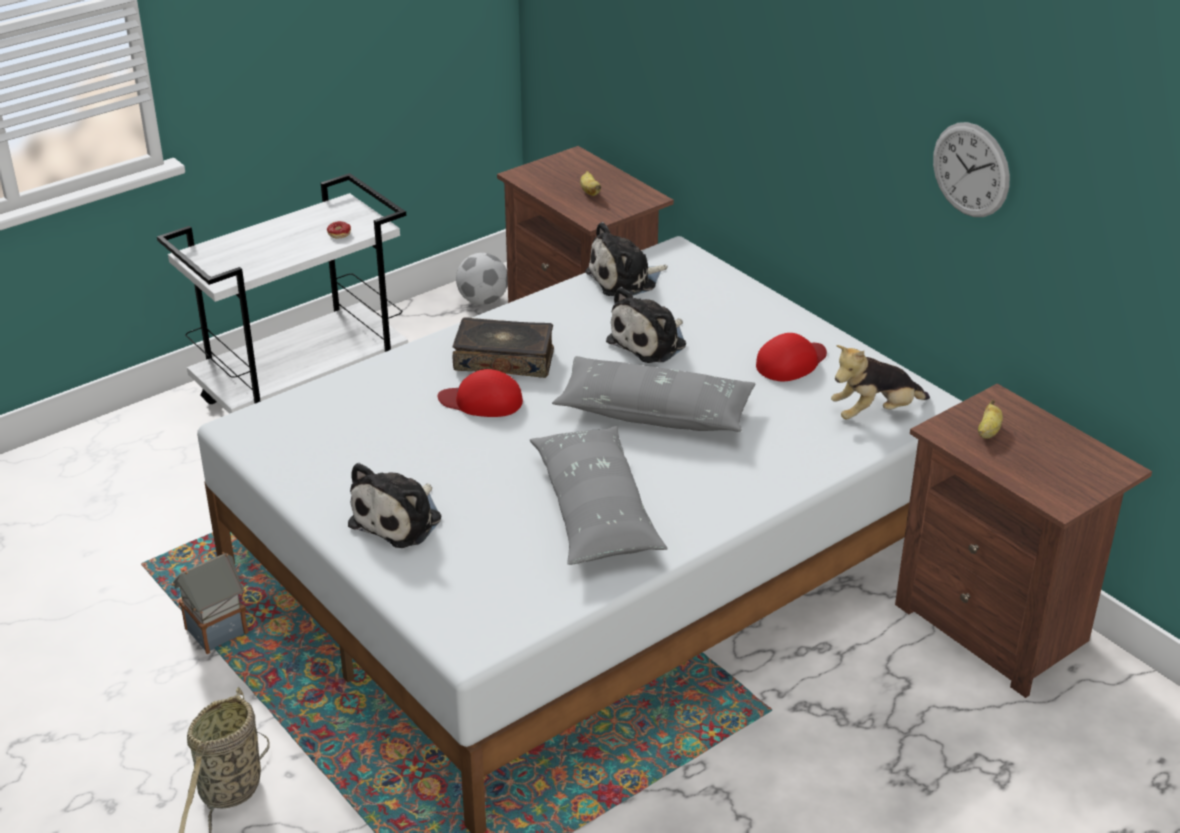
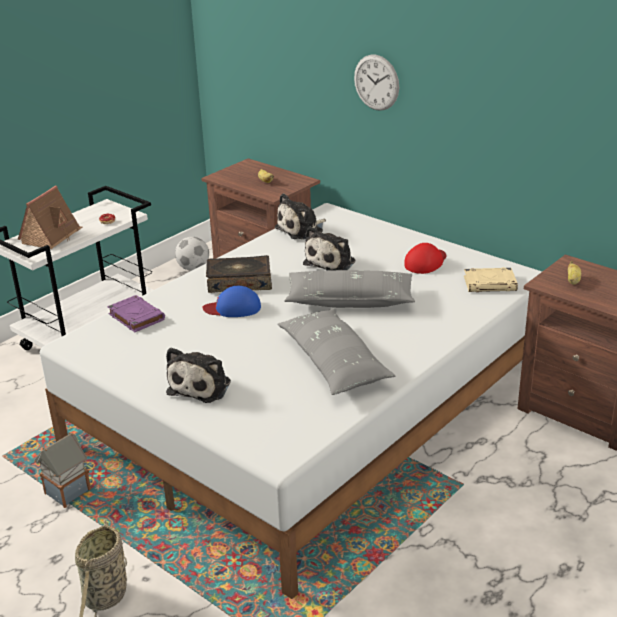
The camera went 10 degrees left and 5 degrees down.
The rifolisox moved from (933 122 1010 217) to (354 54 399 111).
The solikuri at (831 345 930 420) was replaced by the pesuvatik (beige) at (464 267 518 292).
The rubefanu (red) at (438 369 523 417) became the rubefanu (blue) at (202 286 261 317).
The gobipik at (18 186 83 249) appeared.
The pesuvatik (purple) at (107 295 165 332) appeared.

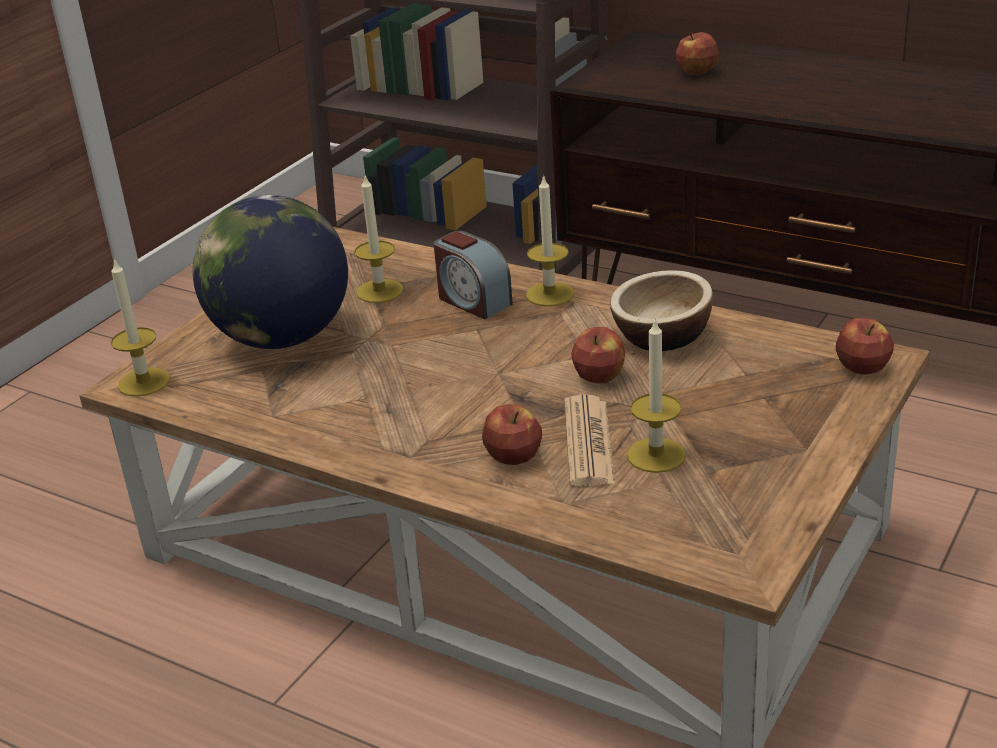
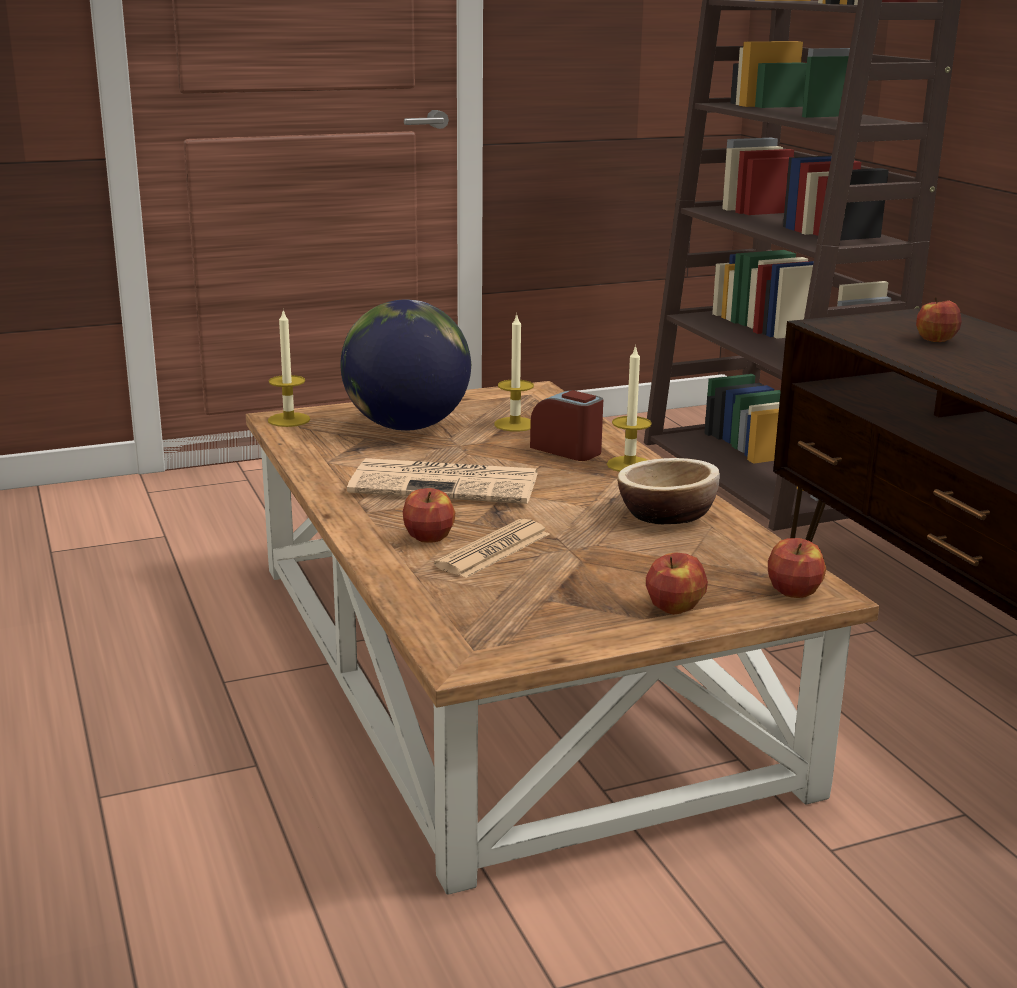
The camera went 35 degrees right and 10 degrees down.
The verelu at (433 231 513 319) turned 135 degrees clockwise.
The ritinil at (627 317 686 473) disappeared.
The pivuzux moved from (571 327 625 384) to (646 552 708 615).
The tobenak at (347 458 538 504) appeared.

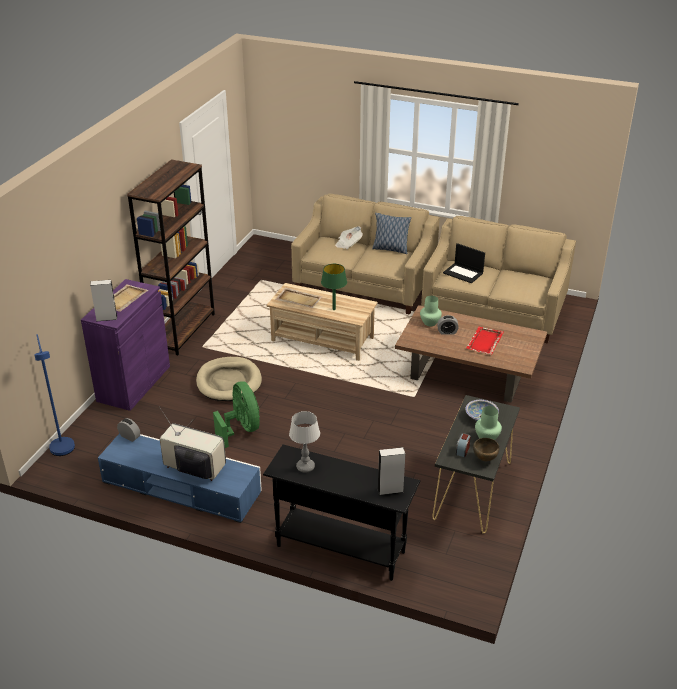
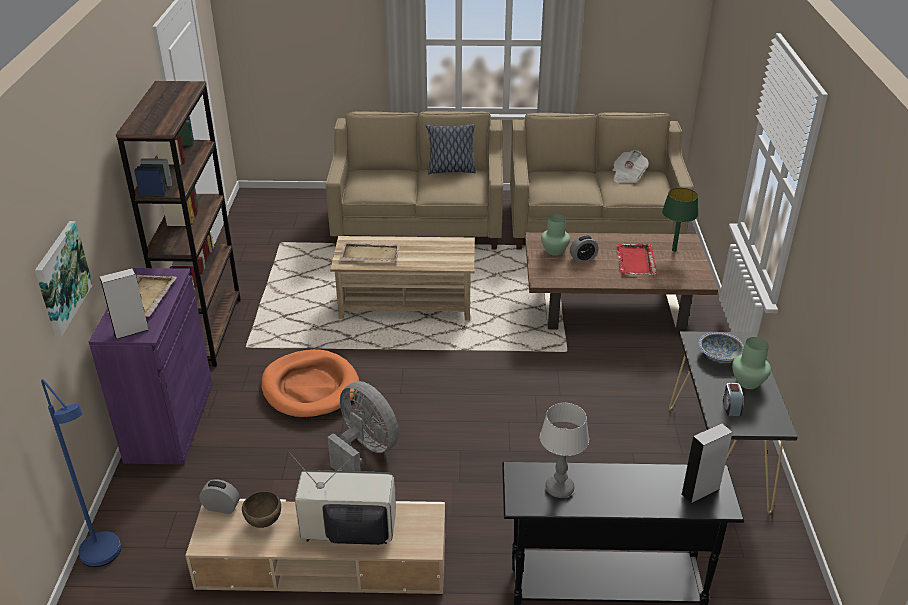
The camera went 20 degrees left and 0 degrees up.
The tobenak moved from (335 226 363 249) to (613 150 649 183).
The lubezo at (443 243 485 283) disappeared.
The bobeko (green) moved from (321 264 347 310) to (662 188 698 252).
The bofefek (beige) at (196 357 262 401) became the bofefek (orange) at (261 349 359 418).
The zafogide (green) at (213 381 260 448) became the zafogide (grey) at (327 381 399 471).
The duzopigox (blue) at (98 434 262 523) became the duzopigox (beige) at (185 499 445 595).
The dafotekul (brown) moved from (473 438 499 461) to (242 491 281 528).
The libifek at (35 221 93 337) appeared.

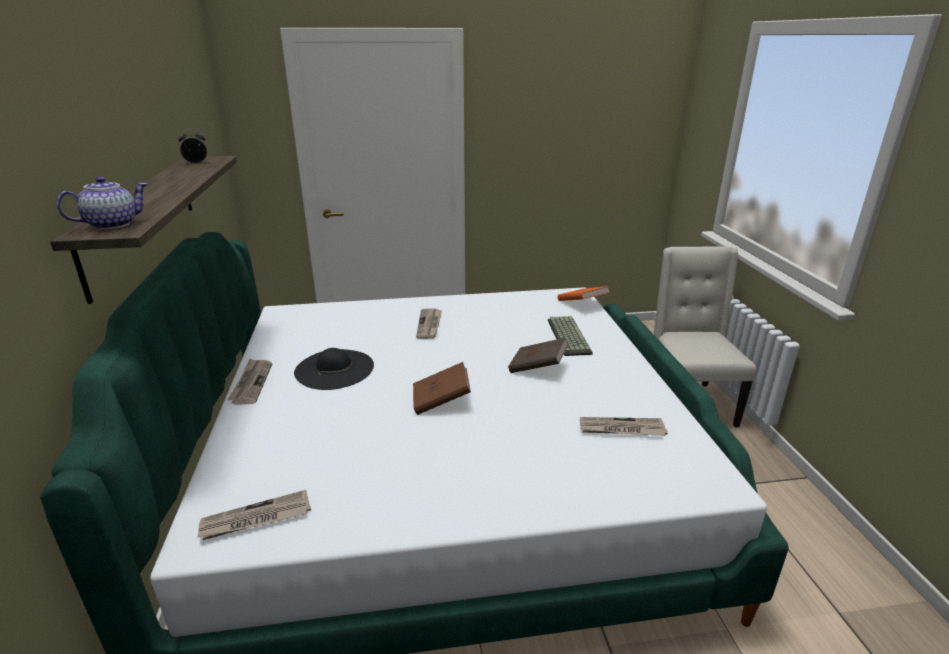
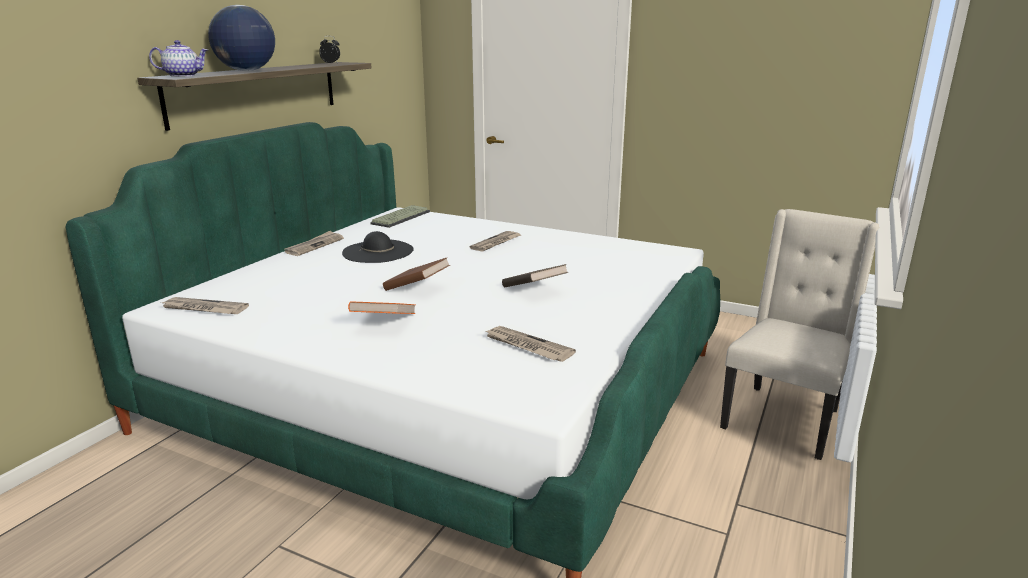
The camera went 35 degrees right and 5 degrees down.
The pesuvatik (orange) moved from (558 286 610 301) to (348 301 416 314).
The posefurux moved from (548 316 593 356) to (370 205 430 228).
The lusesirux at (208 5 275 71) appeared.

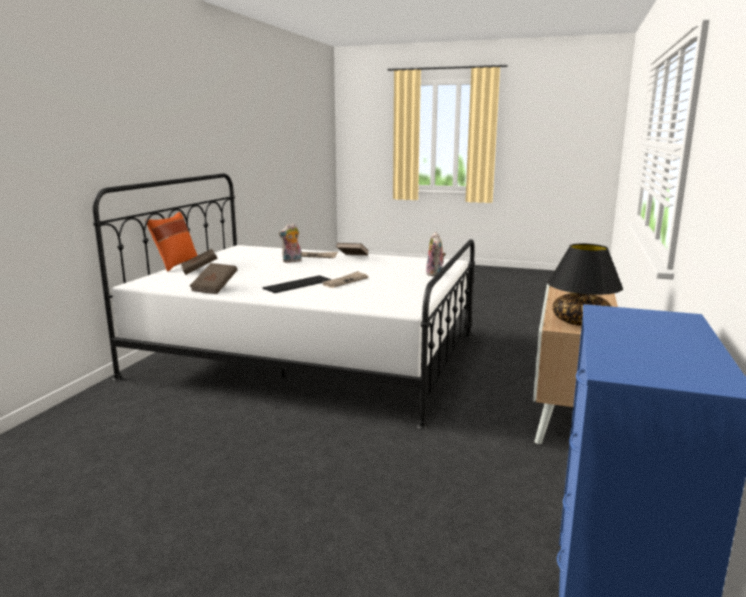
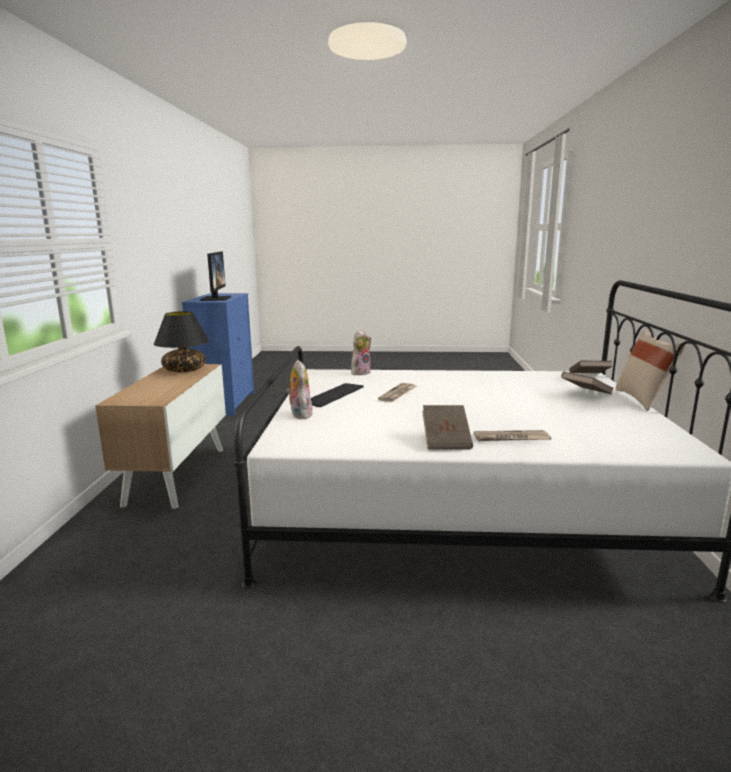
The camera went 165 degrees right and 0 degrees up.
The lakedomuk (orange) at (145 212 198 271) became the lakedomuk (beige) at (615 330 686 411).
The solikuri moved from (278 223 302 263) to (351 330 371 375).
The pesuvatik (brown) moved from (190 263 237 294) to (569 361 612 373).
The posefurux moved from (263 275 332 293) to (311 383 364 407).
The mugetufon at (200 252 231 301) appeared.

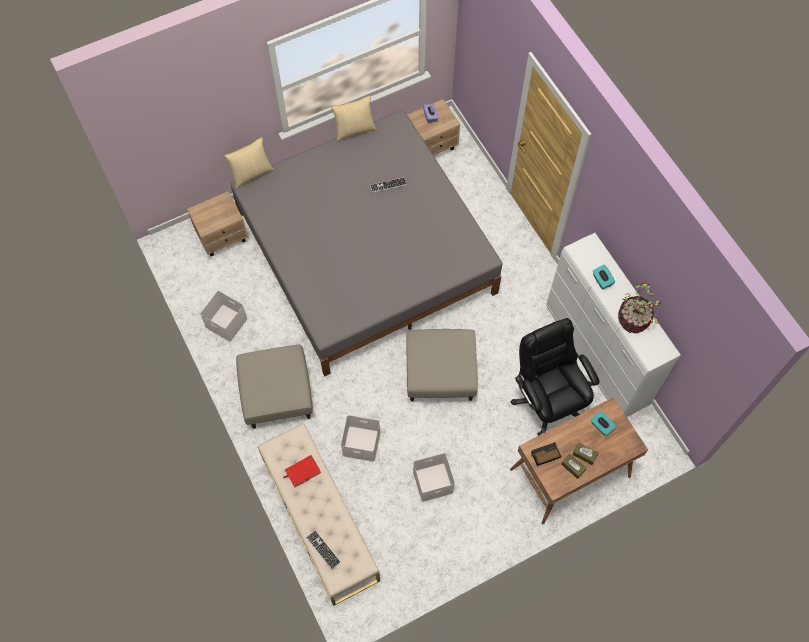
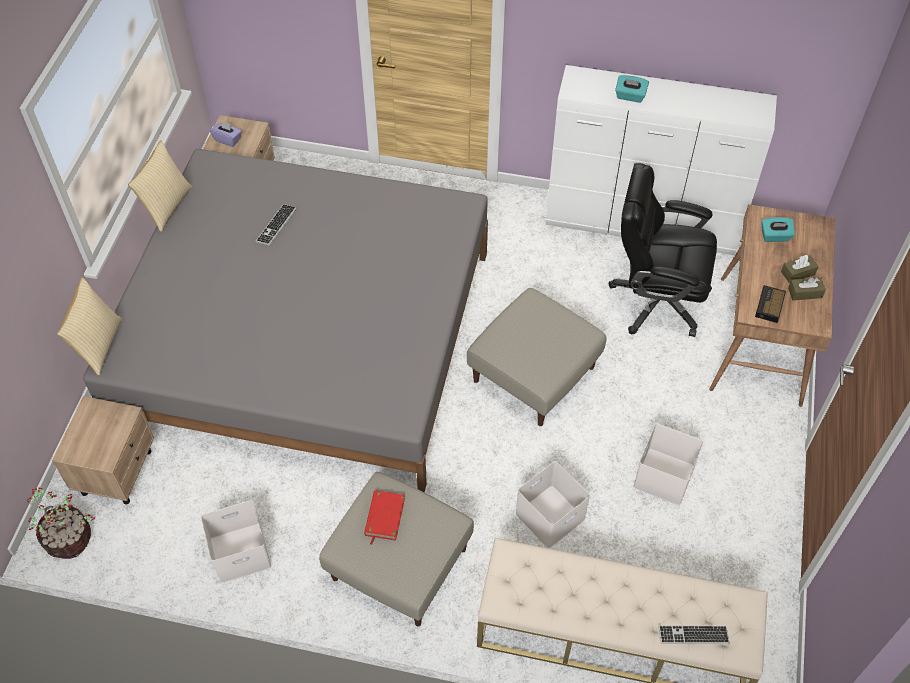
The camera went 50 degrees left and 10 degrees down.
The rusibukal moved from (618 281 662 333) to (27 487 95 559).
The pesuvatik (red) moved from (283 455 321 487) to (364 490 405 545).

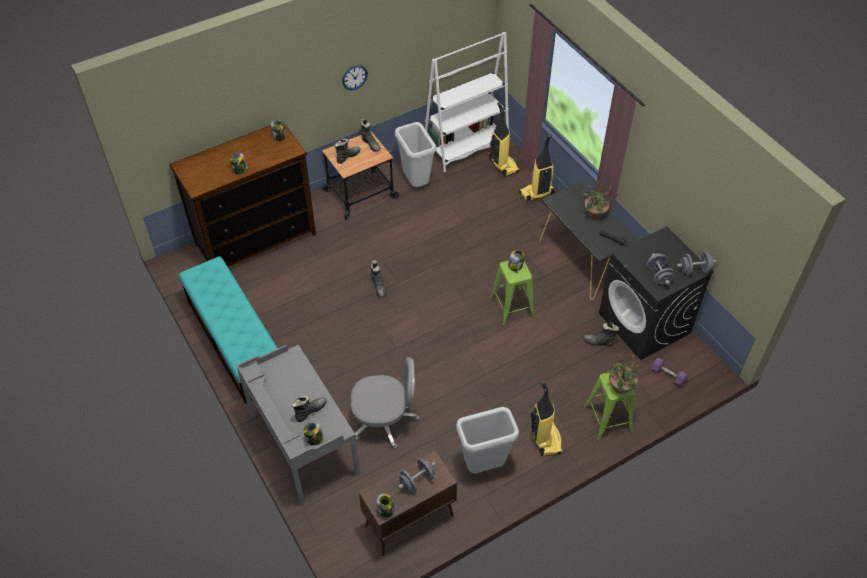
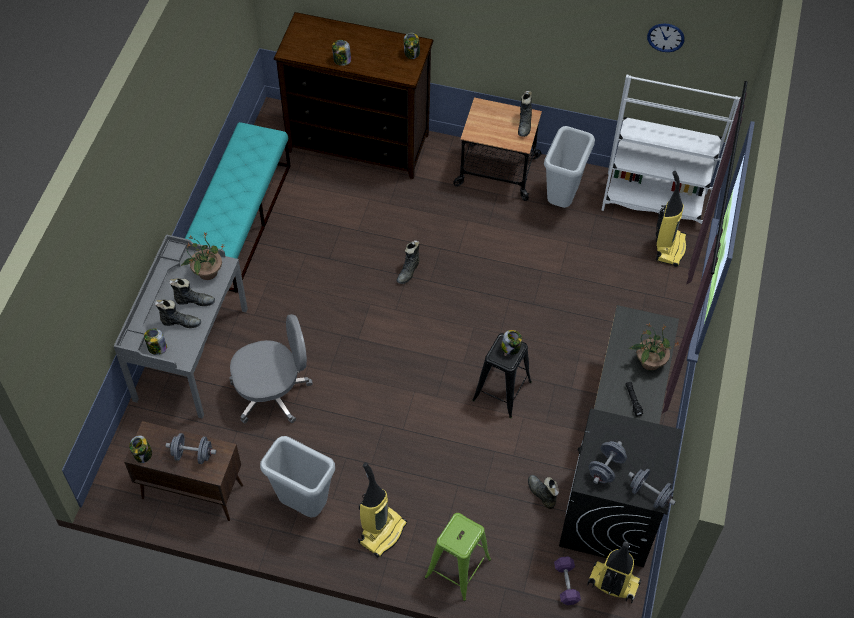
The camera went 45 degrees right and 5 degrees up.
The rifolisox moved from (342 65 368 90) to (647 24 684 52).
The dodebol moved from (519 134 555 202) to (587 541 641 603).
The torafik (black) moved from (334 139 361 164) to (169 278 215 306).
The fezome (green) at (490 261 535 326) became the fezome (black) at (472 333 532 418).
The rusibukal moved from (606 354 639 394) to (181 233 225 280).
The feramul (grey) at (351 357 420 450) turned 60 degrees counterclockwise.

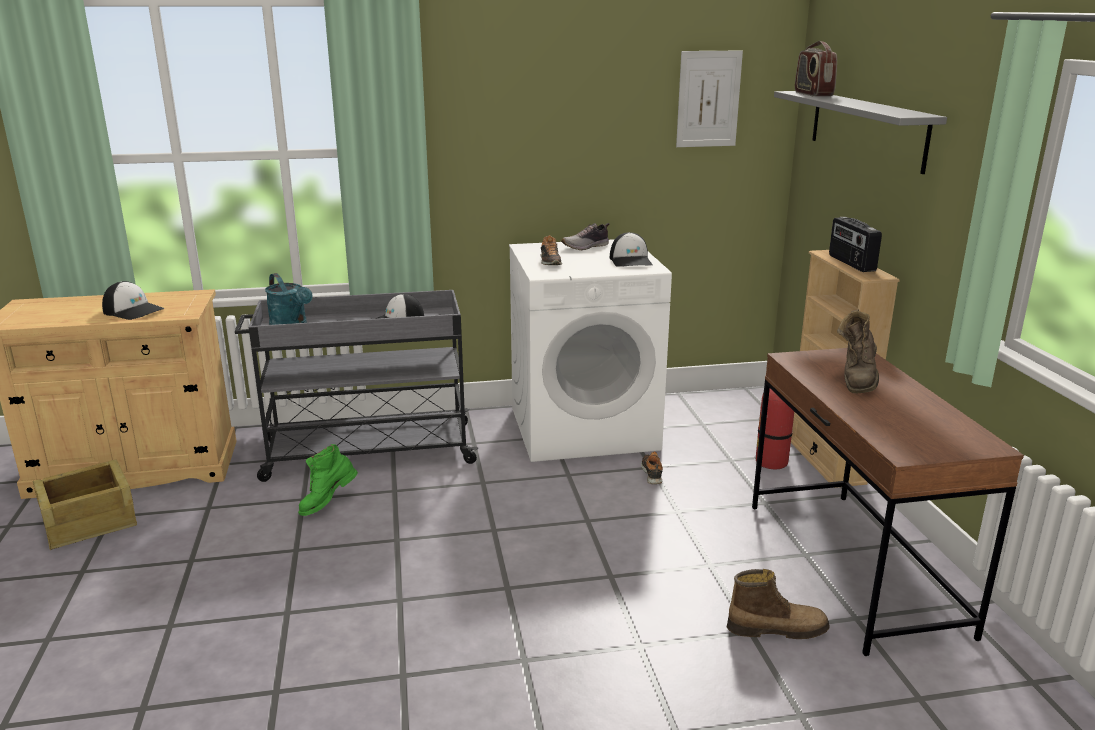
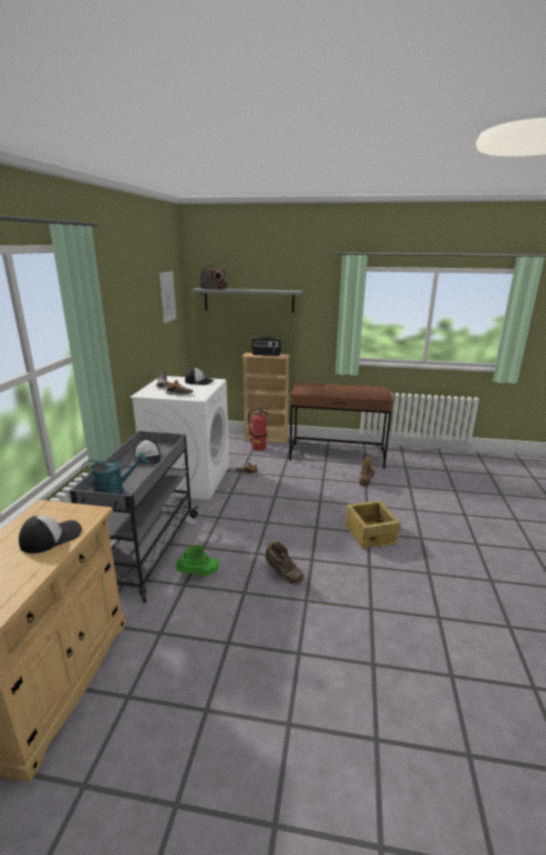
The camera went 70 degrees left and 0 degrees up.
The torafik (brown) moved from (837 309 879 393) to (265 541 304 585).
The torafik (green) at (298 444 358 516) turned 90 degrees counterclockwise.
The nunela moved from (33 459 137 550) to (345 500 401 549).

